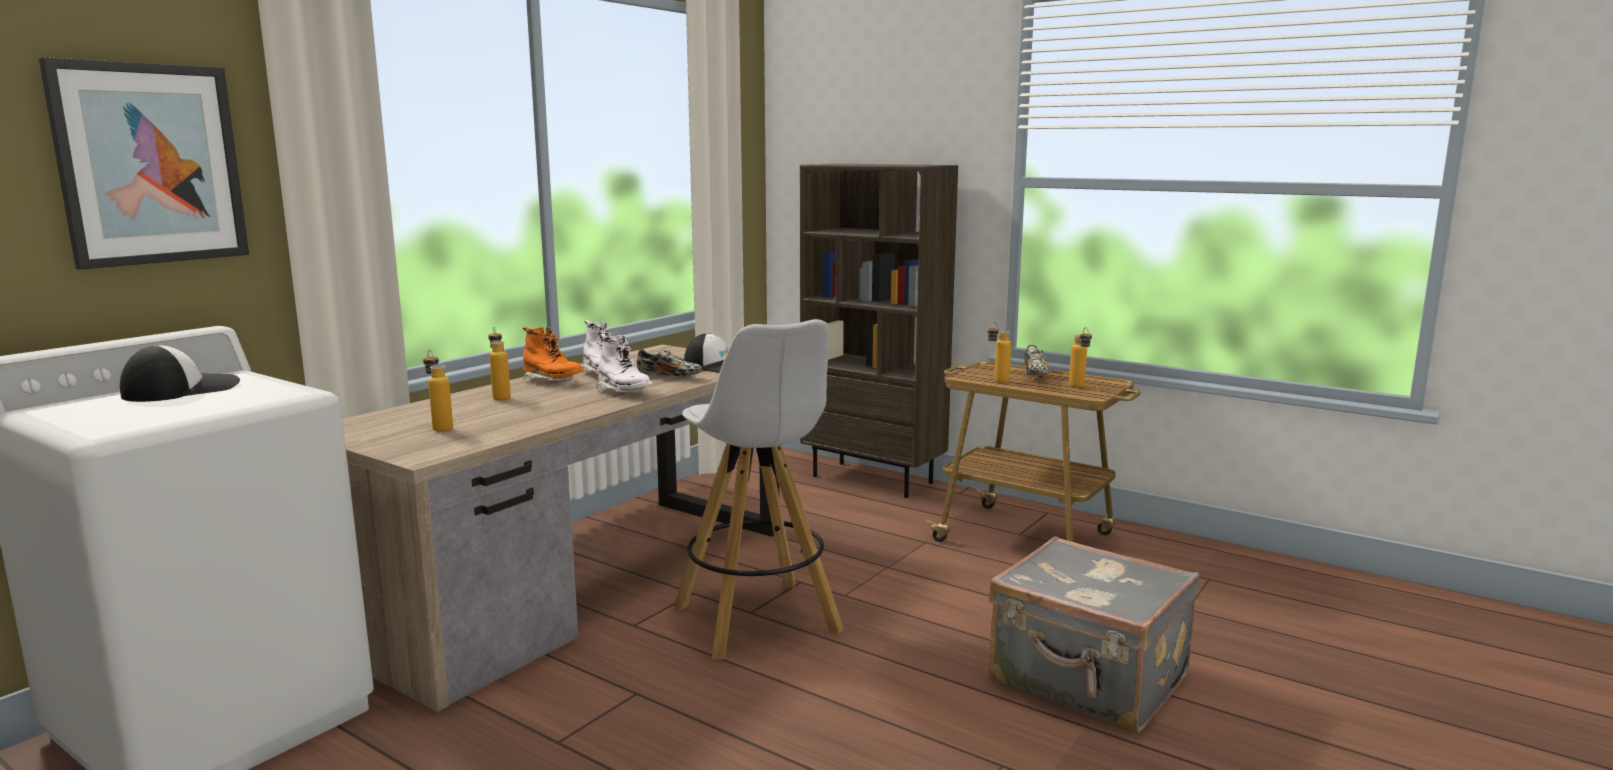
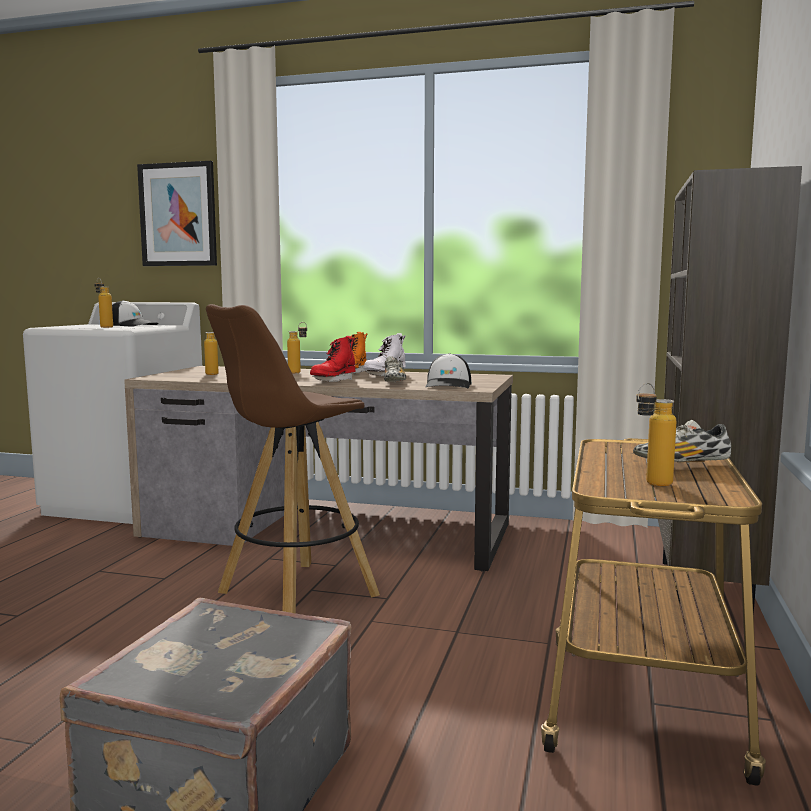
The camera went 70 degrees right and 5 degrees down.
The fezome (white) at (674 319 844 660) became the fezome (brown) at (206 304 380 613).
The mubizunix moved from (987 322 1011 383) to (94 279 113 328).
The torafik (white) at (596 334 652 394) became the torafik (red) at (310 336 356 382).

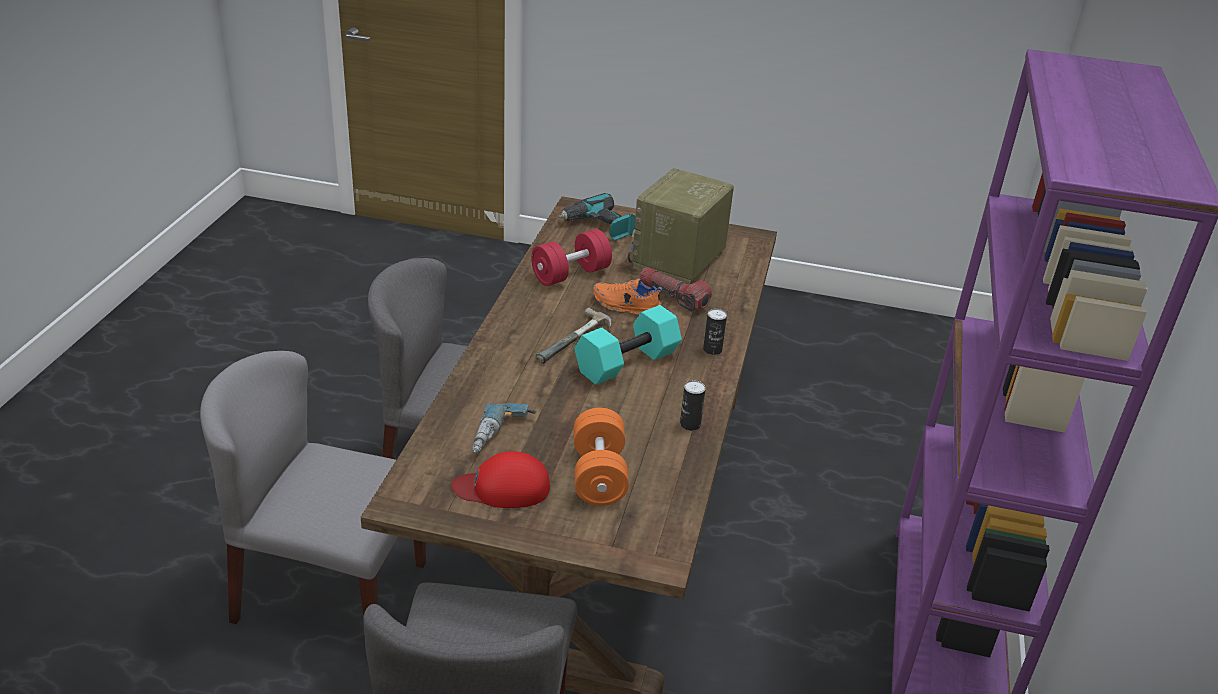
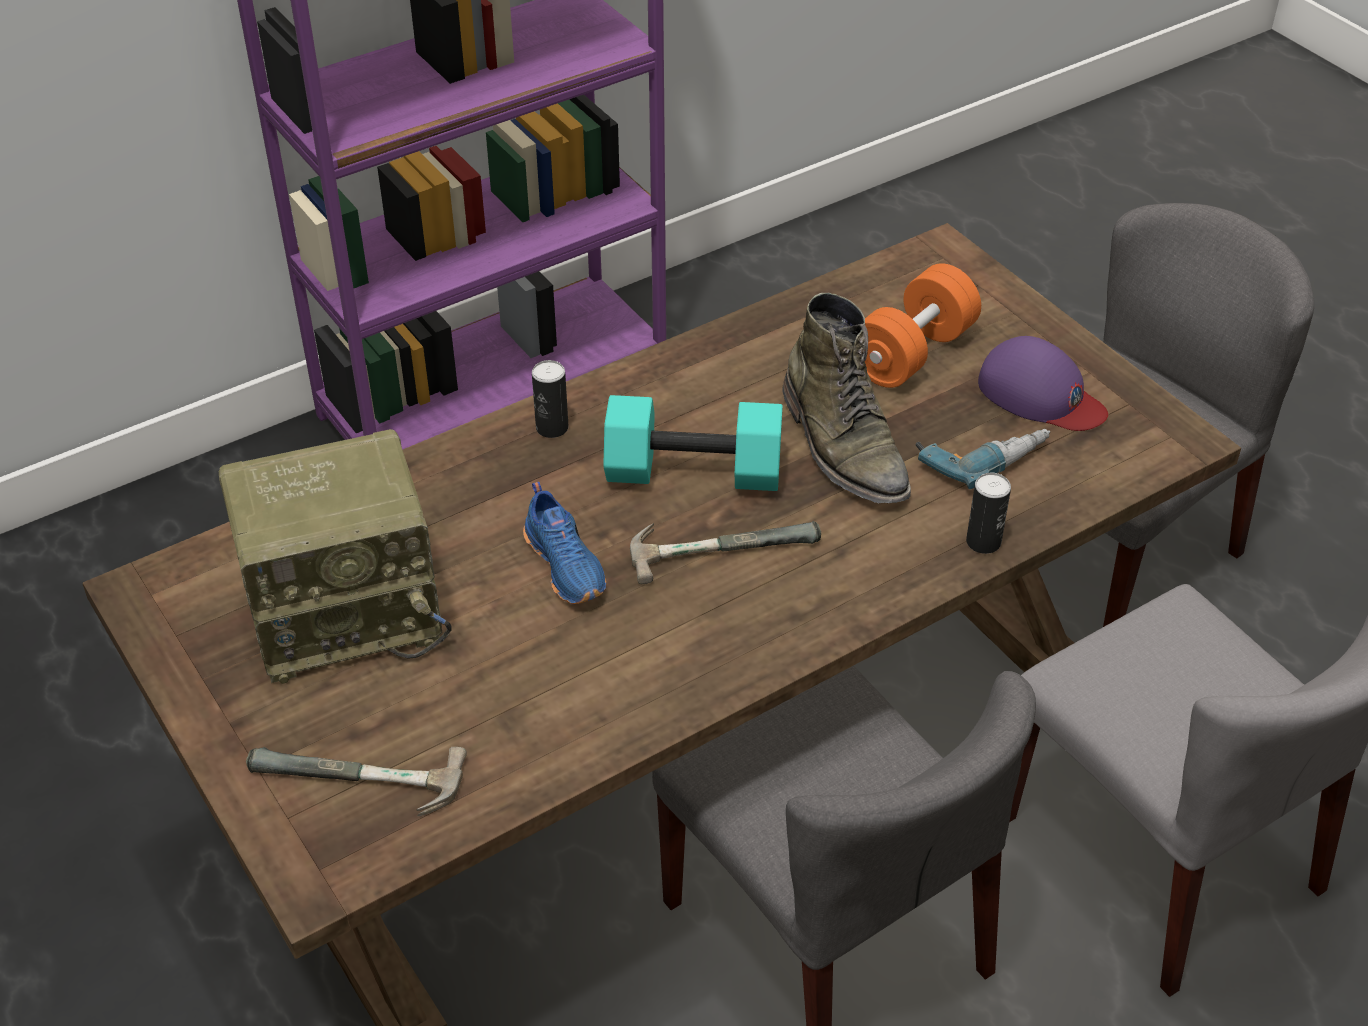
The camera went 135 degrees left and 10 degrees up.
The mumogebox at (558 193 635 240) was replaced by the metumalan at (246 747 467 816).
The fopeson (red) at (531 229 612 286) disappeared.
The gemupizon at (639 267 712 312) disappeared.
The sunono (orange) at (593 279 662 315) became the sunono (blue) at (523 482 606 604).
The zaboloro moved from (680 380 706 431) to (966 473 1011 554).
The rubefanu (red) at (451 451 550 508) became the rubefanu (purple) at (978 336 1108 431).
The torafik (green) at (782 293 911 504) appeared.

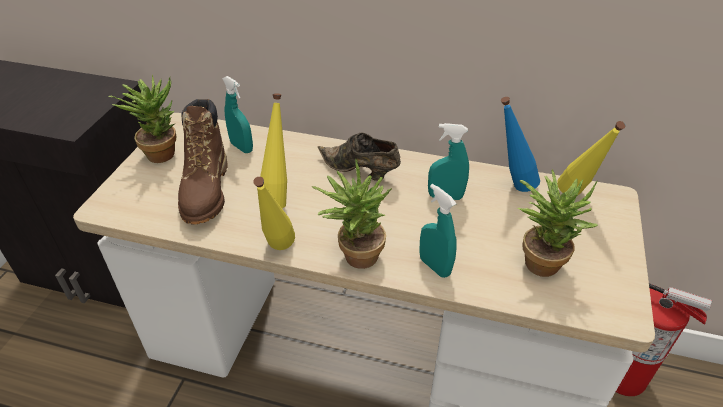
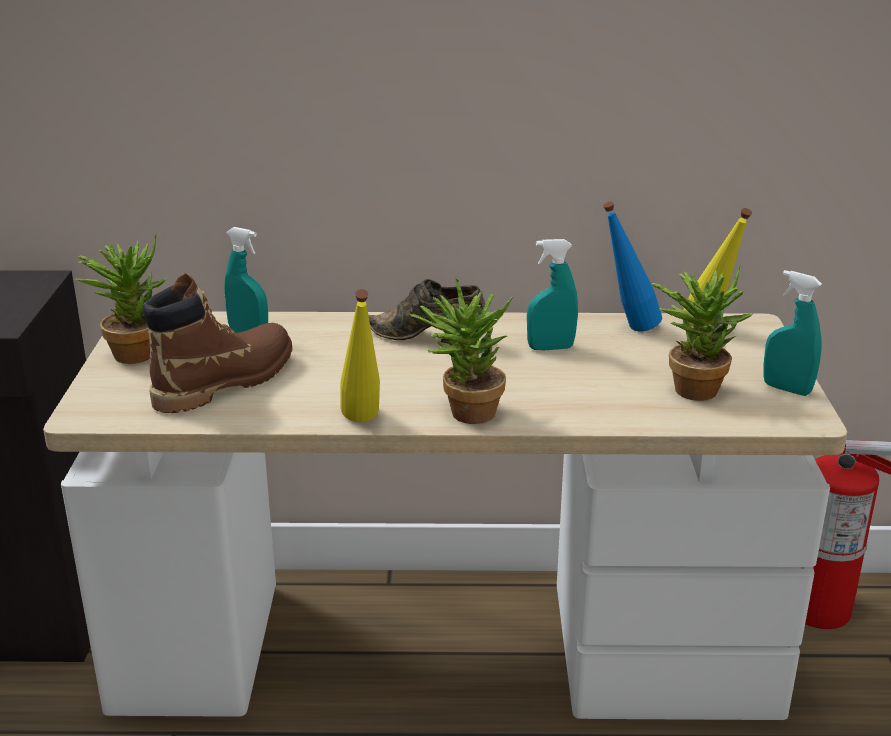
The camera went 15 degrees left and 15 degrees down.
The mubizunix (yellow) at (260 93 287 208) disappeared.
The torafik (brown) at (178 99 227 225) turned 120 degrees counterclockwise.
The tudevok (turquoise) moved from (419 184 457 278) to (763 270 822 396).

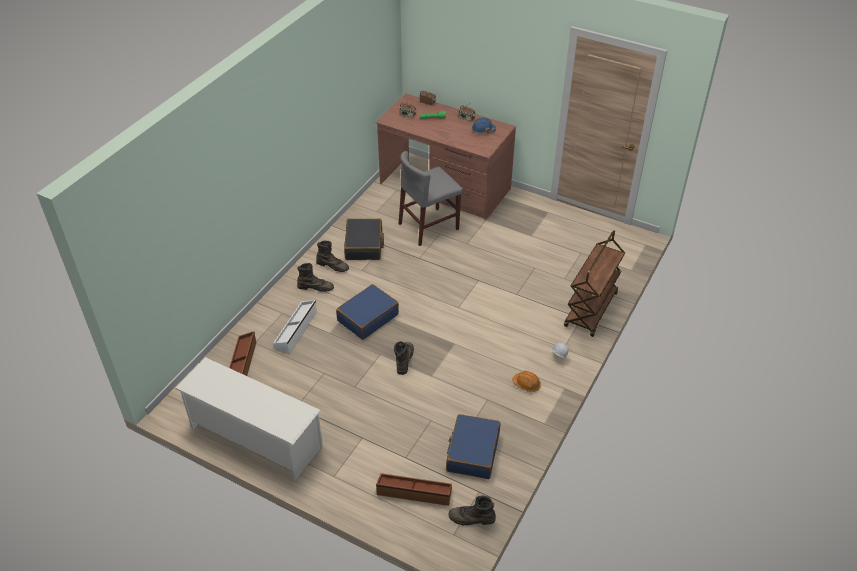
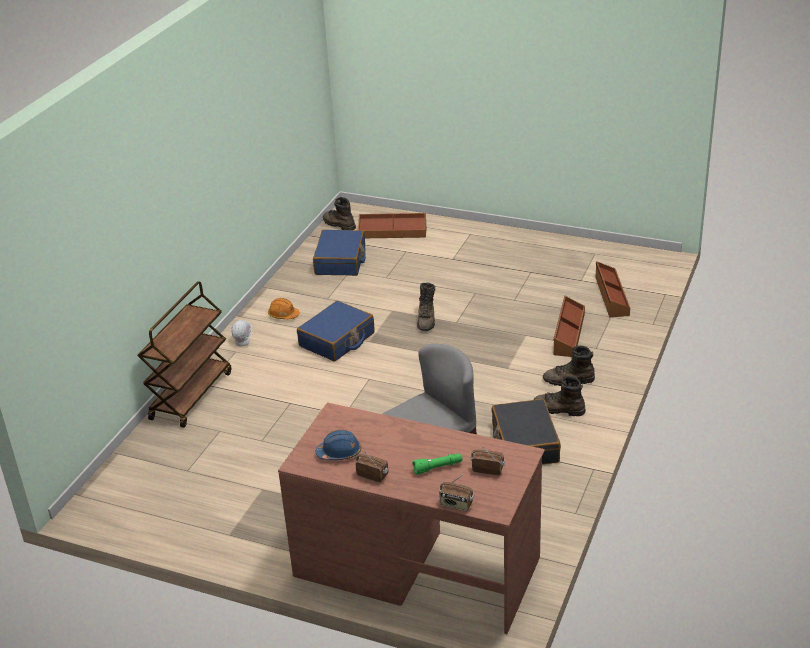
The camera went 175 degrees right and 10 degrees down.
The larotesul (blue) moved from (336 284 399 340) to (297 301 375 361).
The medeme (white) at (273 300 317 353) became the medeme (brown) at (554 296 585 357).
The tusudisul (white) at (175 357 323 480) disappeared.
The torafik (brown) at (448 495 496 525) turned 135 degrees counterclockwise.

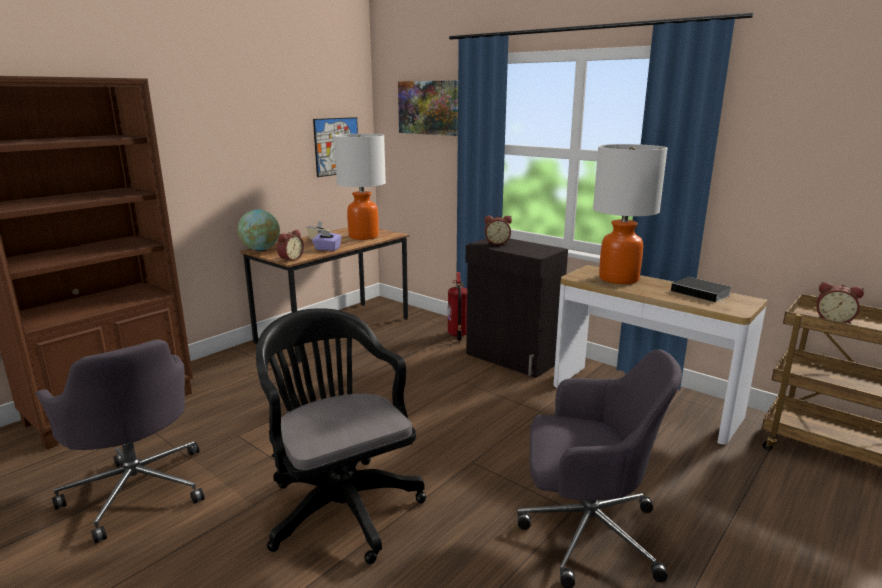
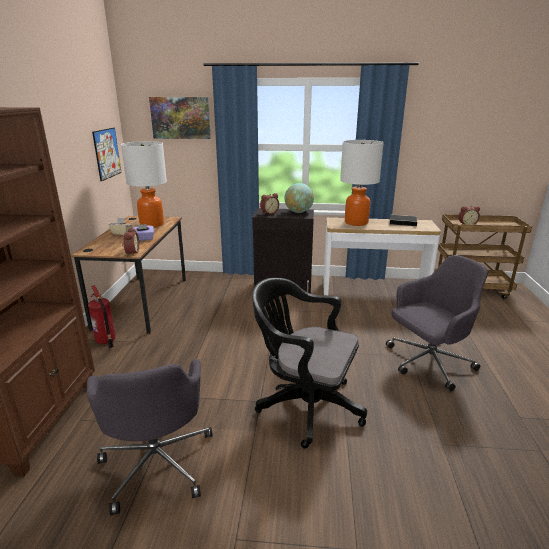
The camera went 35 degrees left and 5 degrees up.
The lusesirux moved from (237 209 280 250) to (285 183 314 213).
The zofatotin moved from (448 272 467 341) to (88 285 116 348).
The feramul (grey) at (36 339 205 544) turned 60 degrees clockwise.

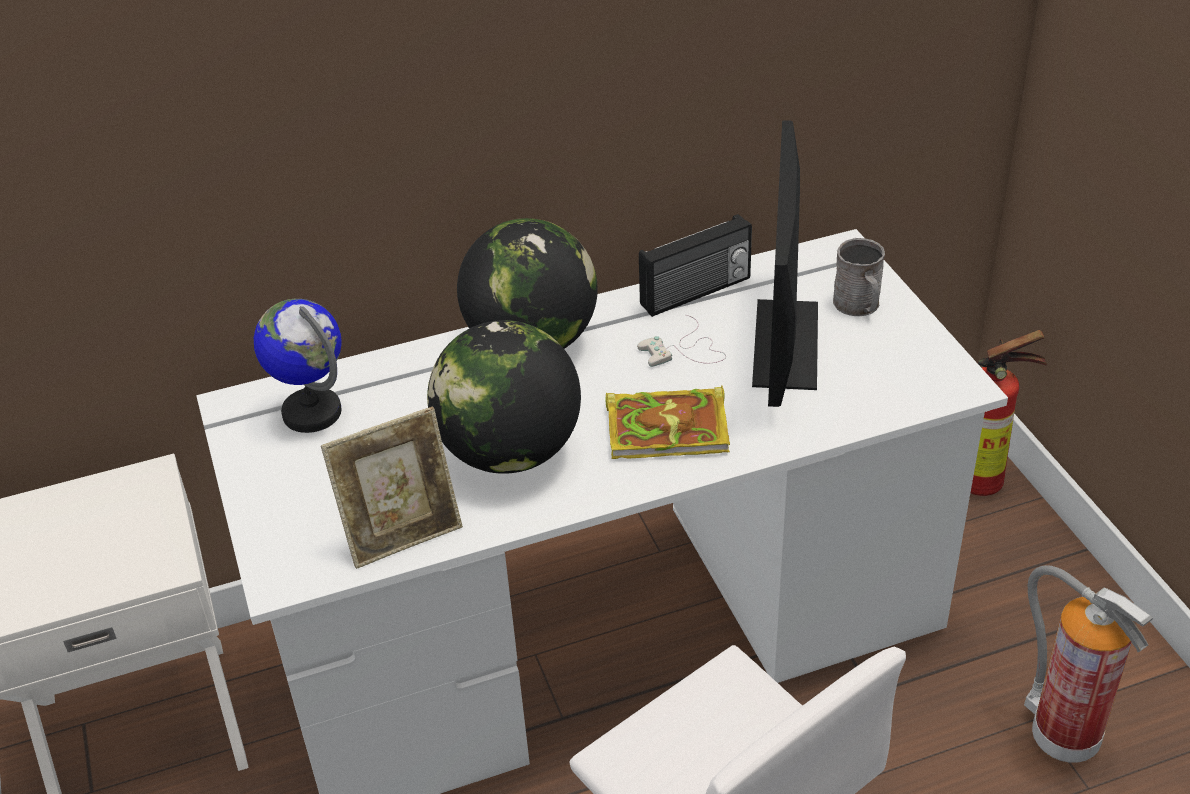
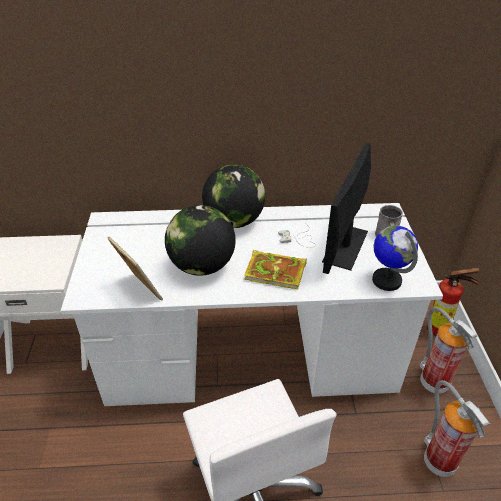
The camera went 15 degrees right and 0 degrees up.
The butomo at (639 214 752 317) disappeared.
The lusesirux moved from (254 299 342 433) to (372 225 418 291).
The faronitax at (321 407 463 569) turned 120 degrees counterclockwise.
The zofatotin at (419 307 478 394) appeared.

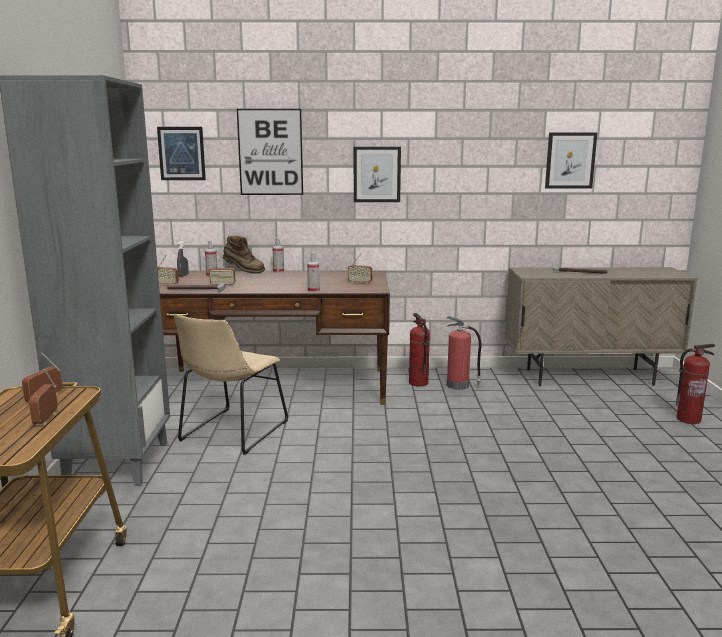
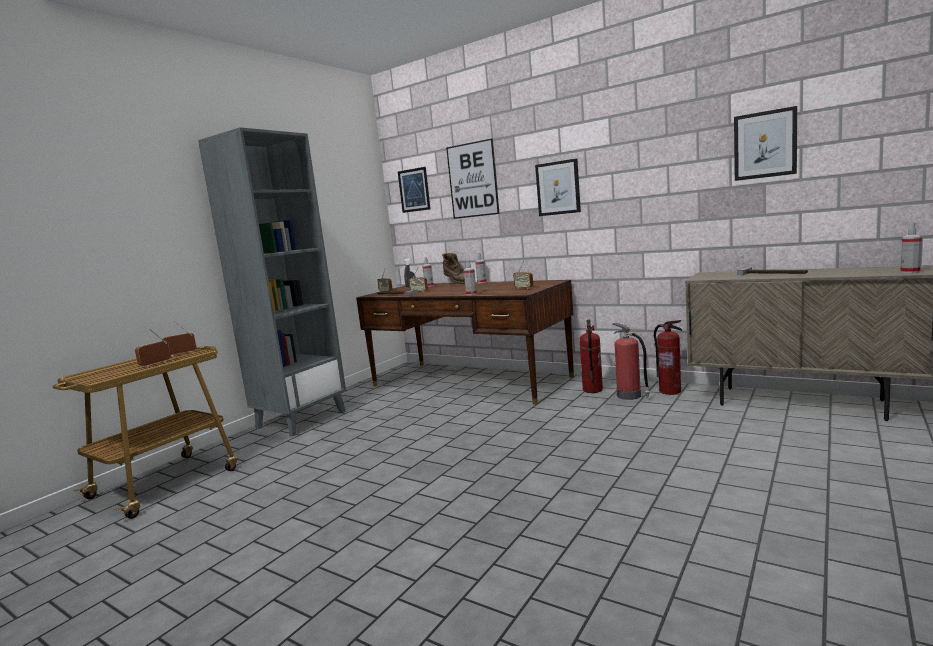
The camera went 35 degrees right and 5 degrees down.
The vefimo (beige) at (174 314 289 455) disappeared.
The zofatotin moved from (676 344 715 424) to (654 320 683 395).
The tudevok at (900 223 922 273) appeared.

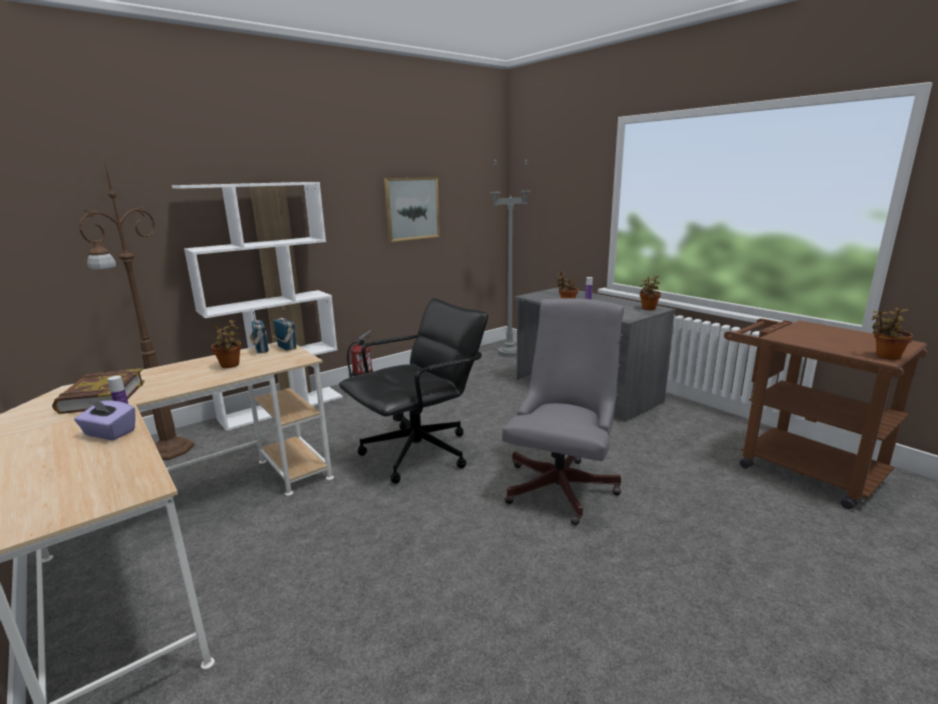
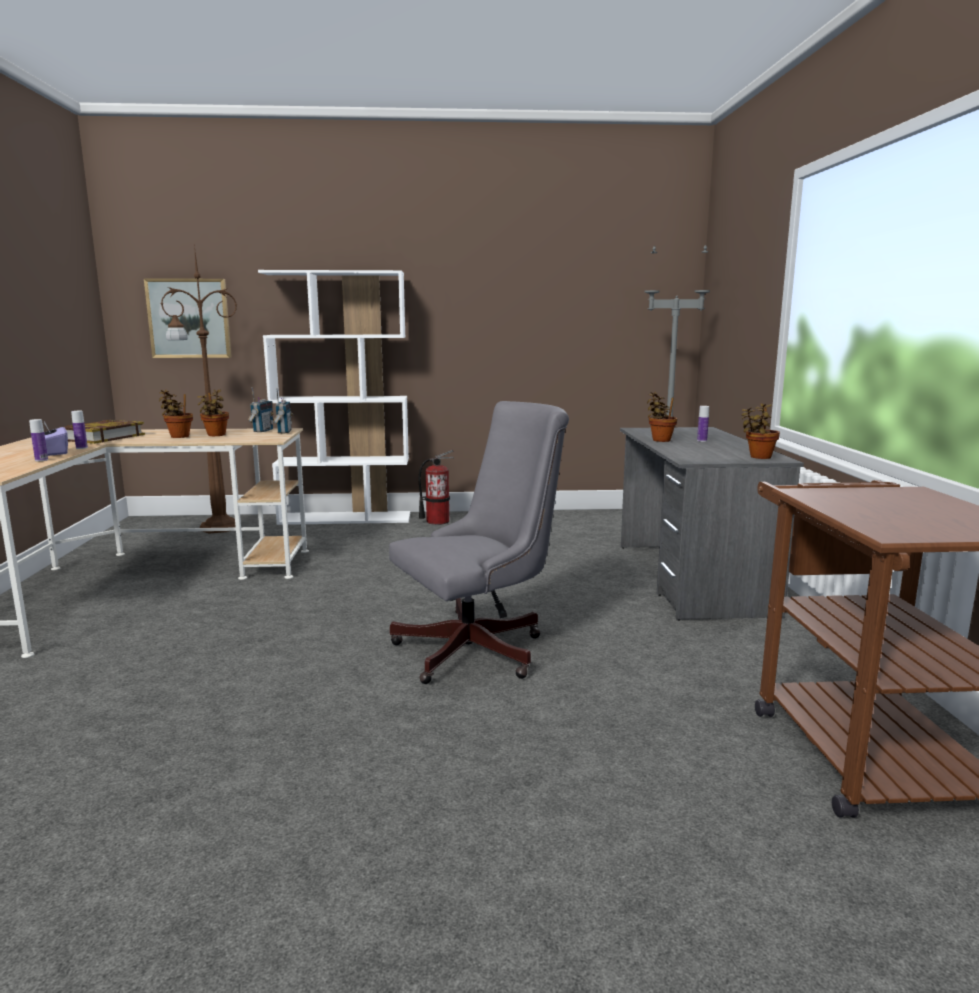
The camera went 35 degrees right and 5 degrees down.
The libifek moved from (384 177 440 242) to (144 278 232 358).
The feramul (black) at (339 298 488 484) disappeared.
The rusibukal moved from (872 308 913 360) to (159 390 193 438).
The mubizunix at (29 419 48 461) appeared.

